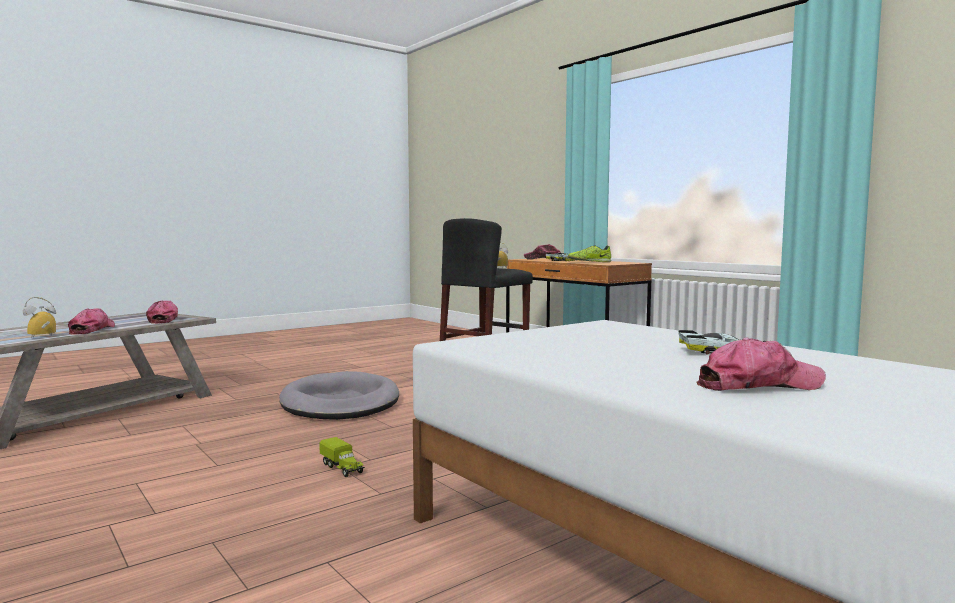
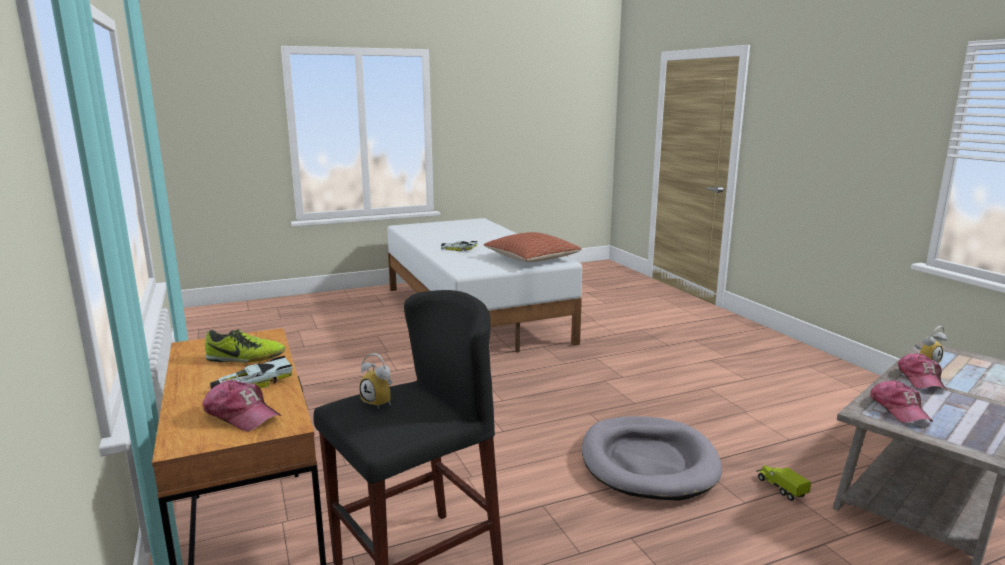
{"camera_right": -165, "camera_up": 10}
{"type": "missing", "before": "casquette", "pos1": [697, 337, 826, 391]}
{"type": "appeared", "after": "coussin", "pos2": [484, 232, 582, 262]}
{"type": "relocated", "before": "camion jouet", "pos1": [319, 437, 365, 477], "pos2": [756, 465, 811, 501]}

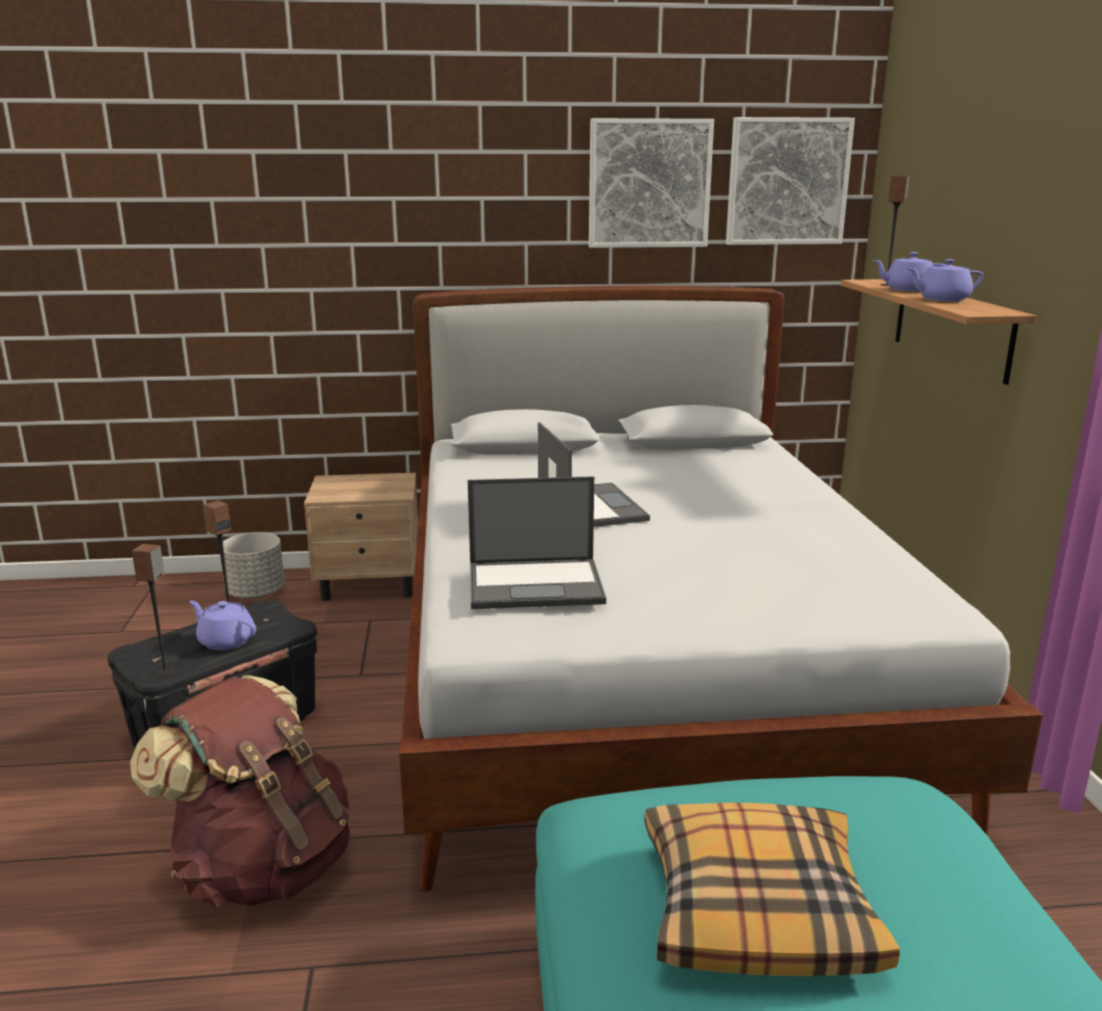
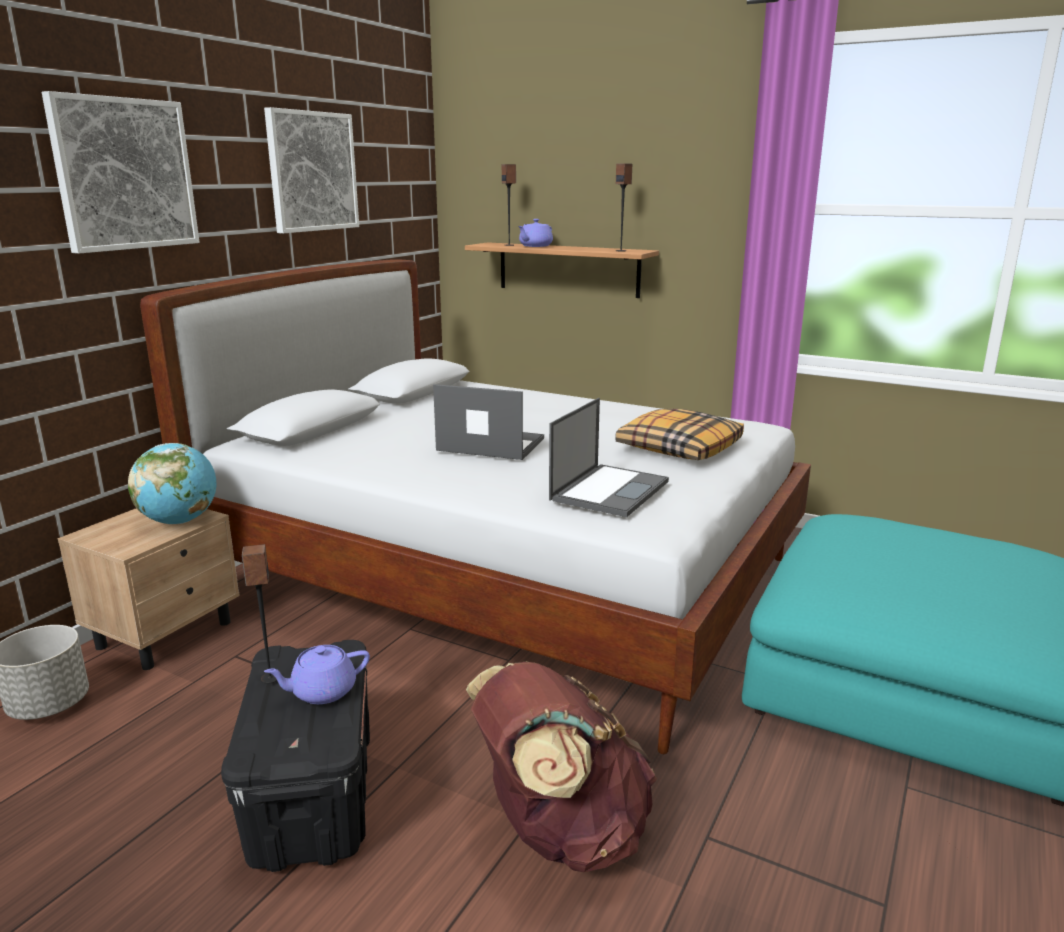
{"camera_right": -55, "camera_up": 0}
{"type": "missing", "before": "théière [violet]", "pos1": [907, 259, 984, 301]}
{"type": "appeared", "after": "globe", "pos2": [128, 443, 216, 524]}
{"type": "relocated", "before": "enceinte", "pos1": [132, 544, 175, 676], "pos2": [616, 164, 632, 252]}
{"type": "relocated", "before": "coussin", "pos1": [645, 803, 900, 976], "pos2": [615, 409, 744, 460]}
{"type": "relocated", "before": "tableau", "pos1": [726, 117, 855, 245], "pos2": [42, 91, 199, 254]}

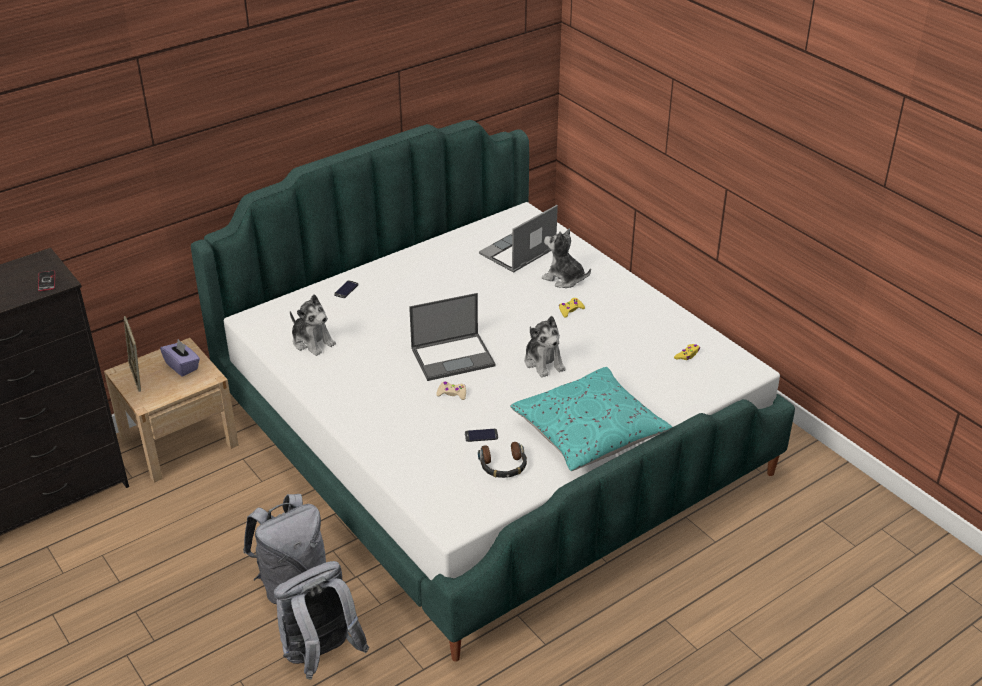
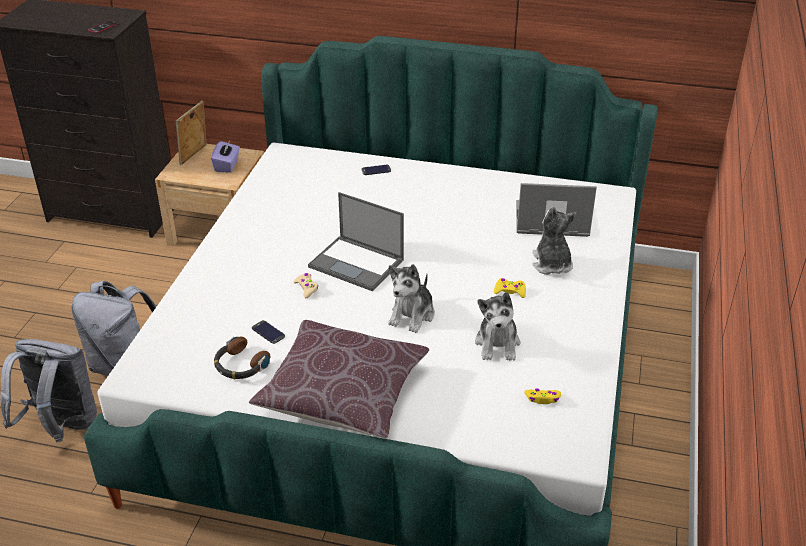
{"camera_right": 50, "camera_up": 0}
{"type": "relocated", "before": "peluche", "pos1": [290, 294, 336, 356], "pos2": [475, 292, 520, 361]}
{"type": "colour", "before": "coussin [turquoise]", "after": "coussin [marron]", "pos1": [510, 367, 672, 471], "pos2": [249, 320, 429, 438]}

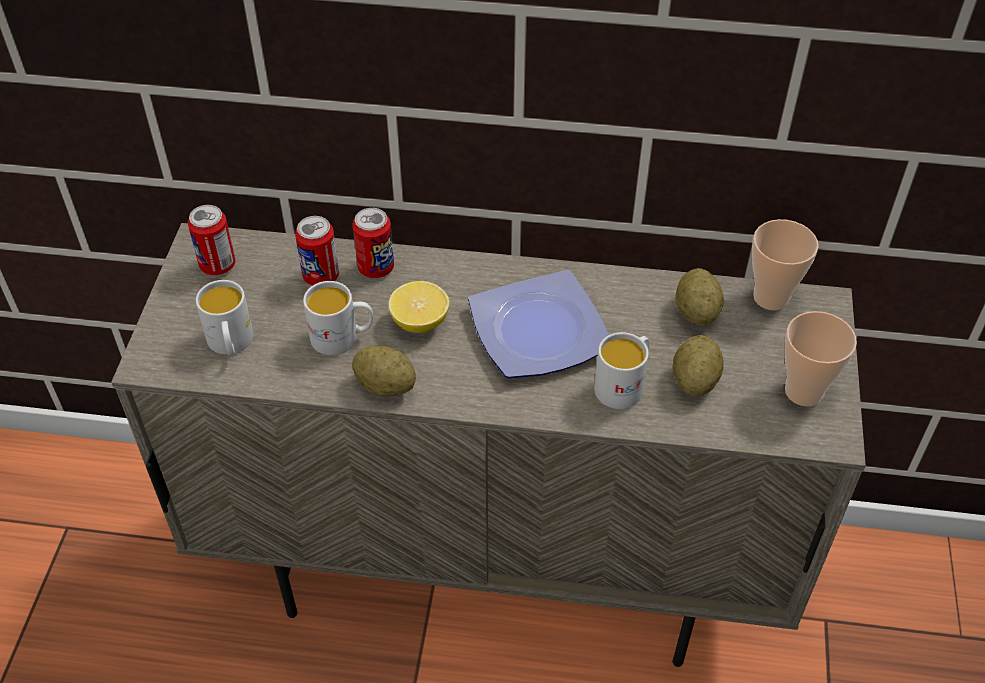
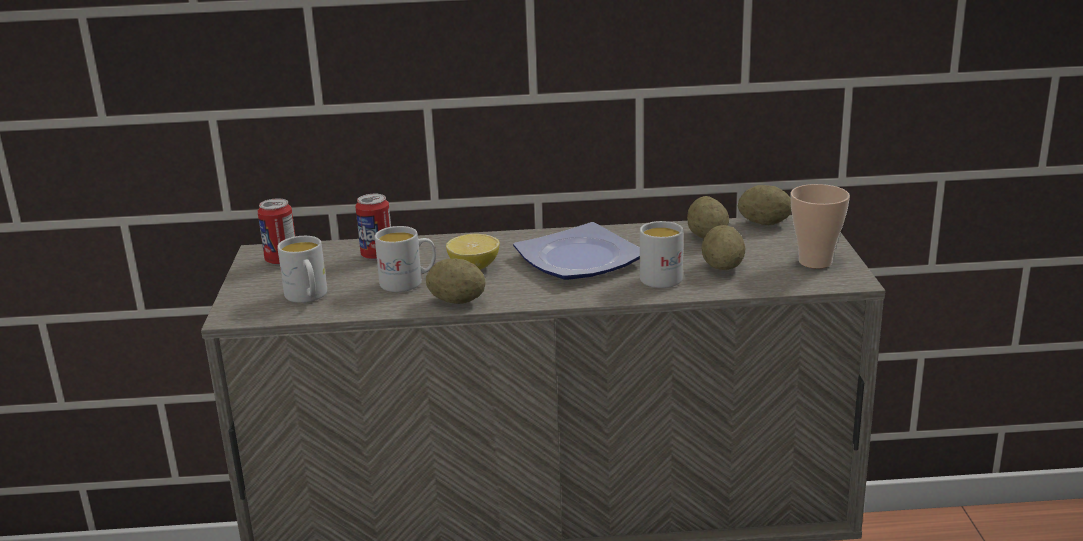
{"camera_right": -10, "camera_up": -25}
{"type": "missing", "before": "boîte métallique", "pos1": [352, 208, 394, 278]}
{"type": "exchanged", "before": "tasse", "after": "pomme de terre", "pos1": [752, 219, 819, 310], "pos2": [738, 185, 791, 225]}

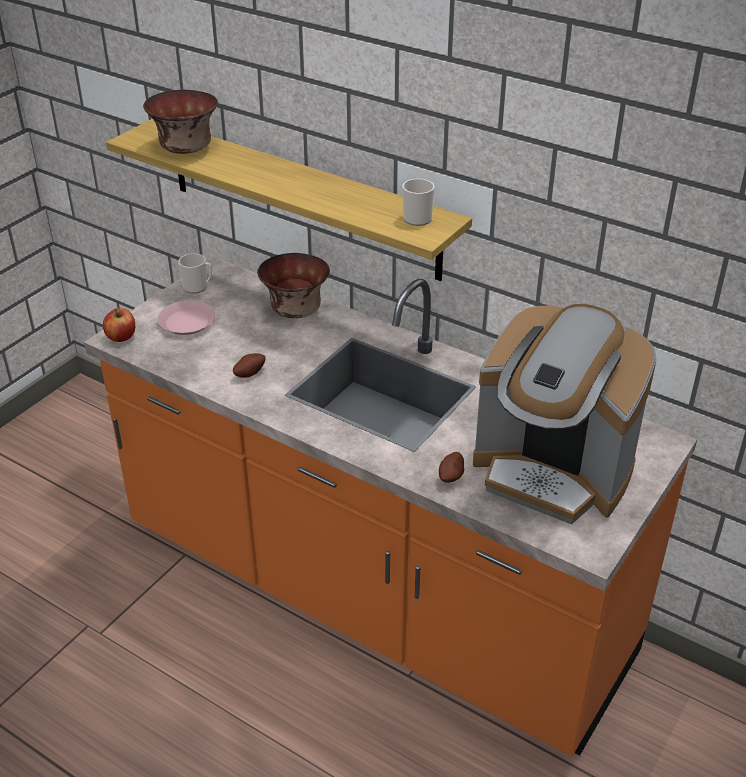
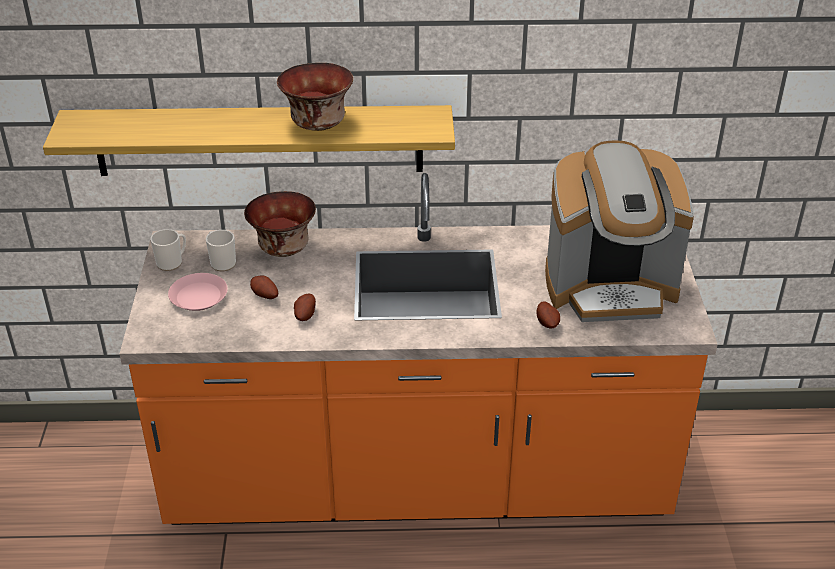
{"camera_right": -35, "camera_up": 0}
{"type": "missing", "before": "pomme", "pos1": [103, 308, 135, 342]}
{"type": "appeared", "after": "pomme de terre", "pos2": [250, 275, 278, 299]}
{"type": "relocated", "before": "bol", "pos1": [143, 89, 218, 154], "pos2": [277, 63, 353, 131]}
{"type": "relocated", "before": "mug", "pos1": [402, 179, 435, 226], "pos2": [206, 230, 236, 271]}

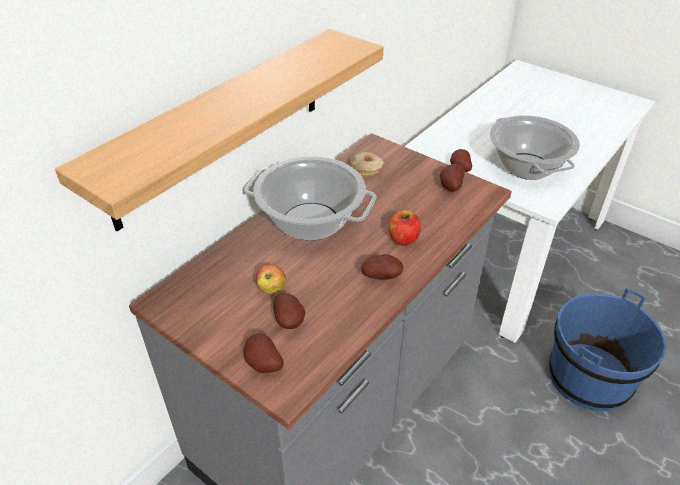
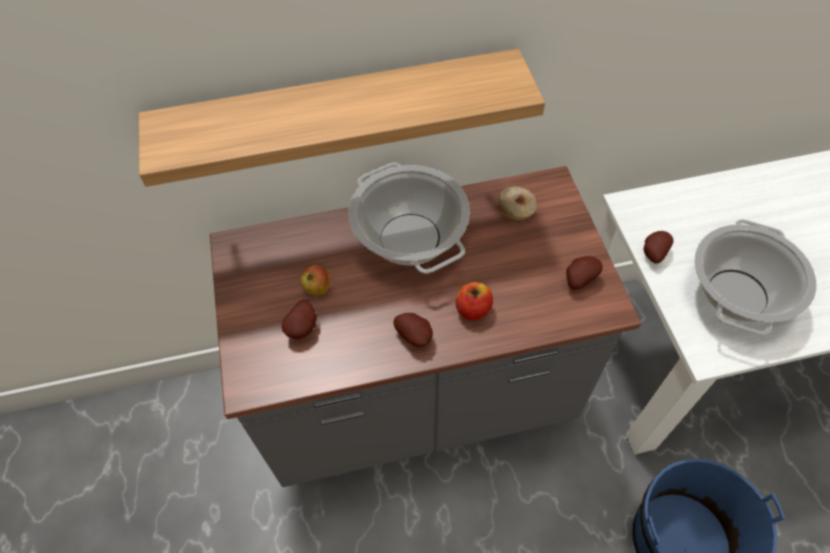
{"camera_right": 40, "camera_up": 15}
{"type": "missing", "before": "pomme de terre", "pos1": [244, 334, 284, 373]}

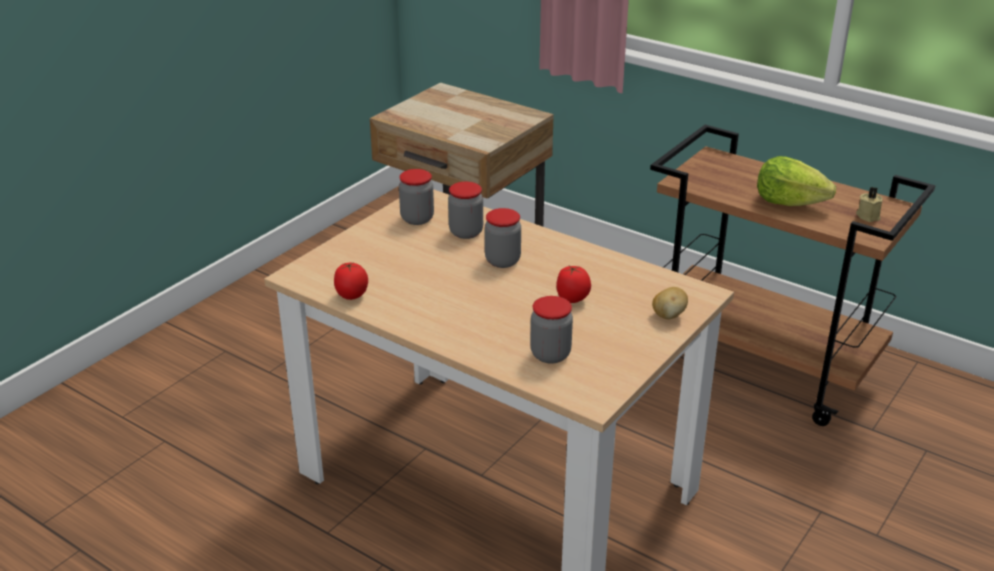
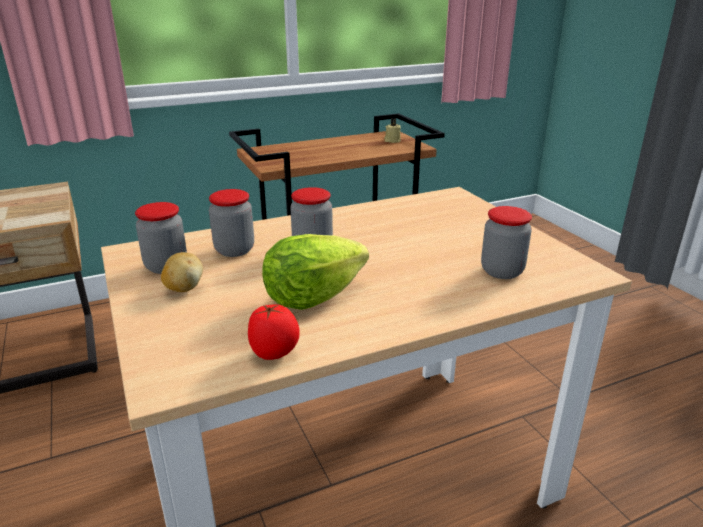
{"camera_right": -60, "camera_up": -5}
{"type": "missing", "before": "tomate", "pos1": [556, 266, 591, 303]}
{"type": "relocated", "before": "pomme de terre", "pos1": [652, 287, 688, 319], "pos2": [161, 252, 203, 292]}
{"type": "relocated", "before": "laitue", "pos1": [757, 156, 836, 206], "pos2": [262, 234, 369, 310]}

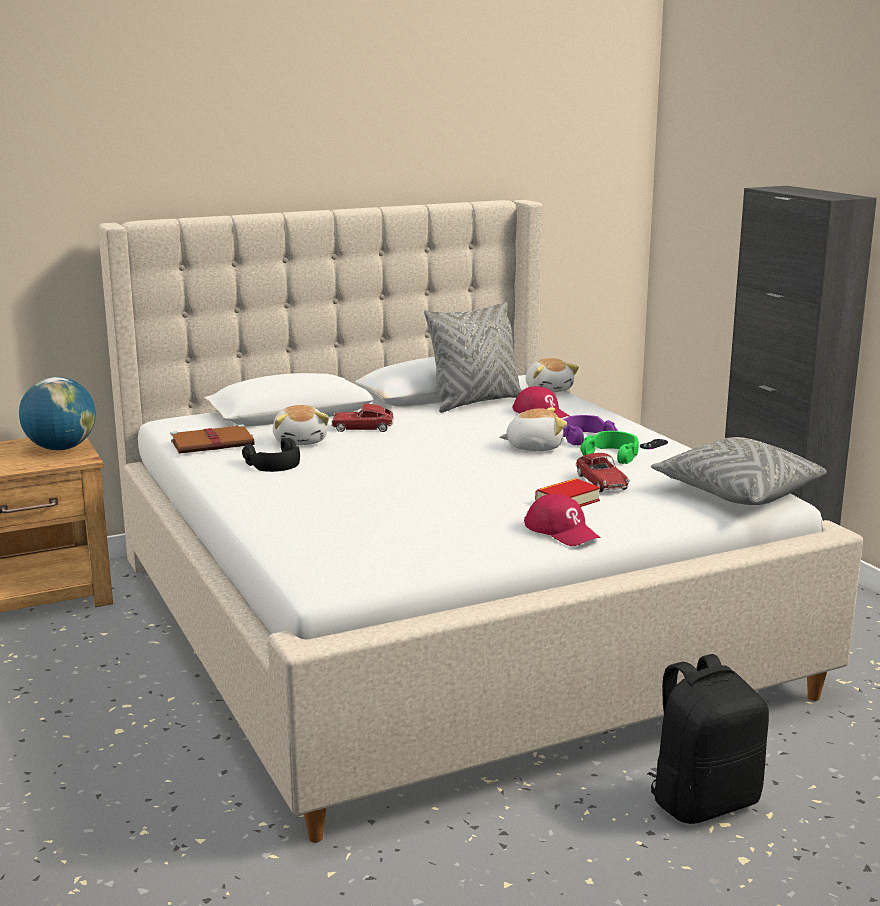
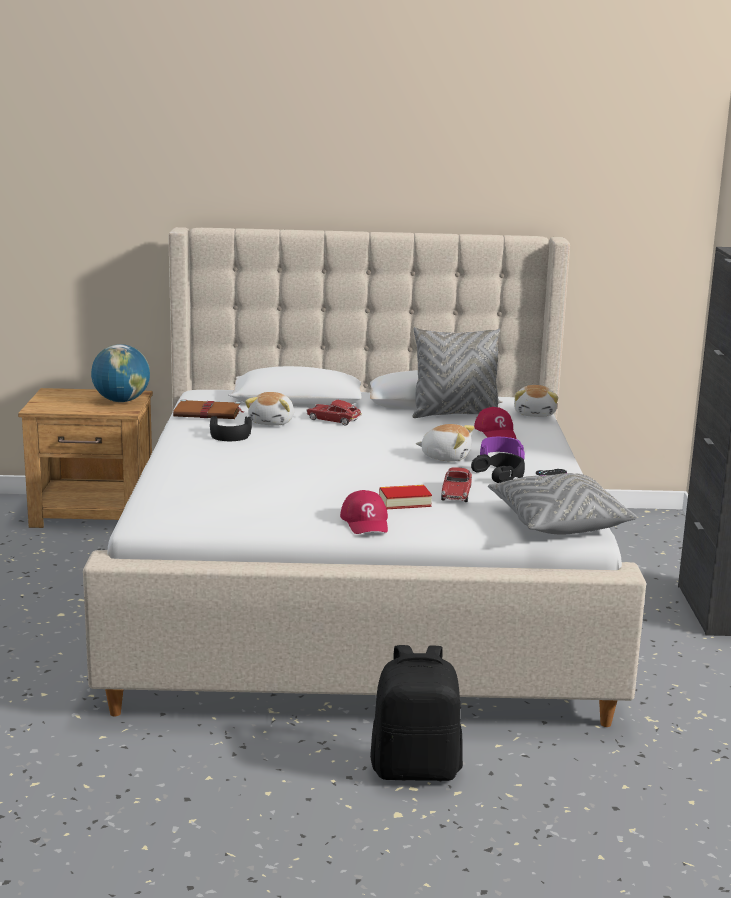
{"camera_right": 25, "camera_up": 0}
{"type": "colour", "before": "casque audio [vert]", "after": "casque audio [noir]", "pos1": [580, 431, 639, 464], "pos2": [471, 453, 525, 483]}

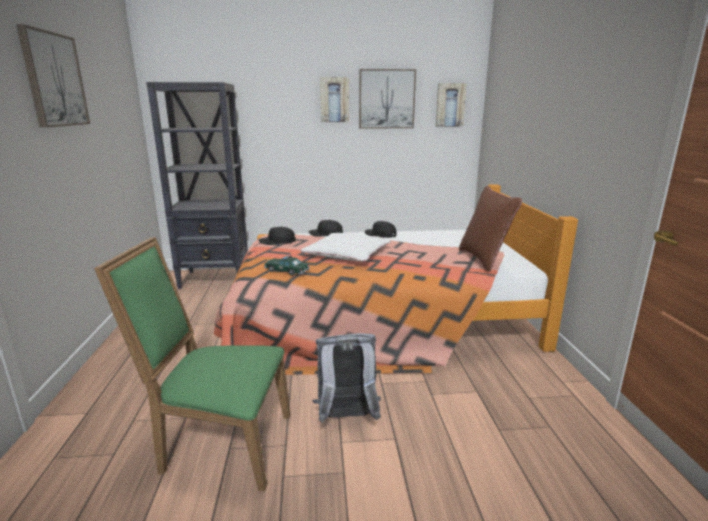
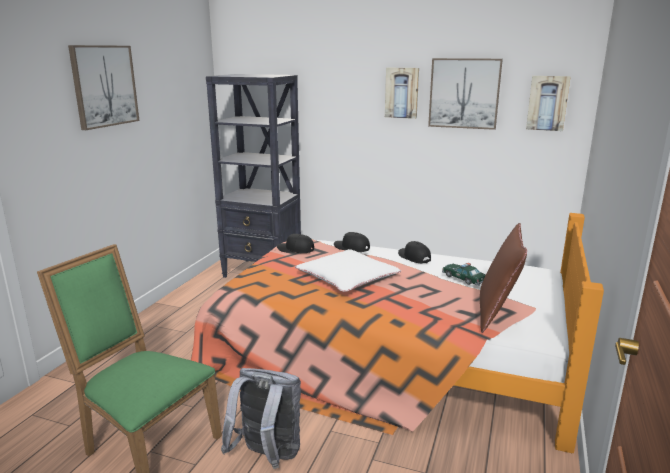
{"camera_right": 25, "camera_up": 0}
{"type": "relocated", "before": "petite voiture", "pos1": [264, 255, 310, 276], "pos2": [442, 263, 486, 285]}

